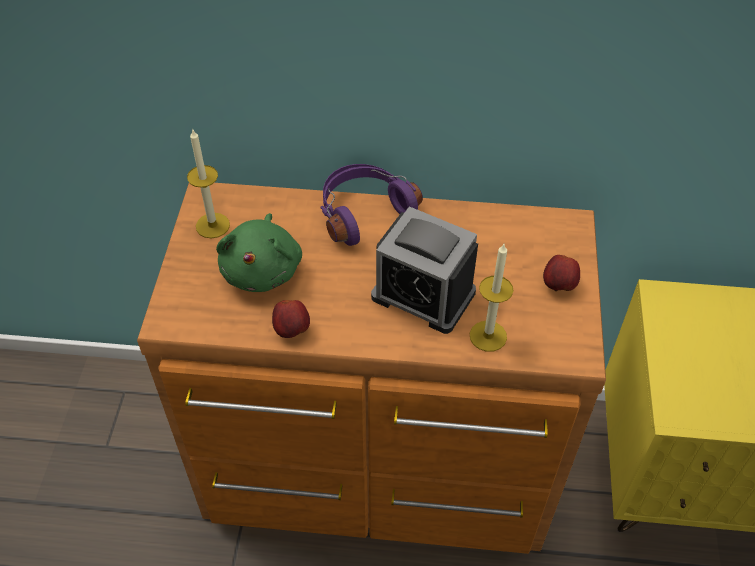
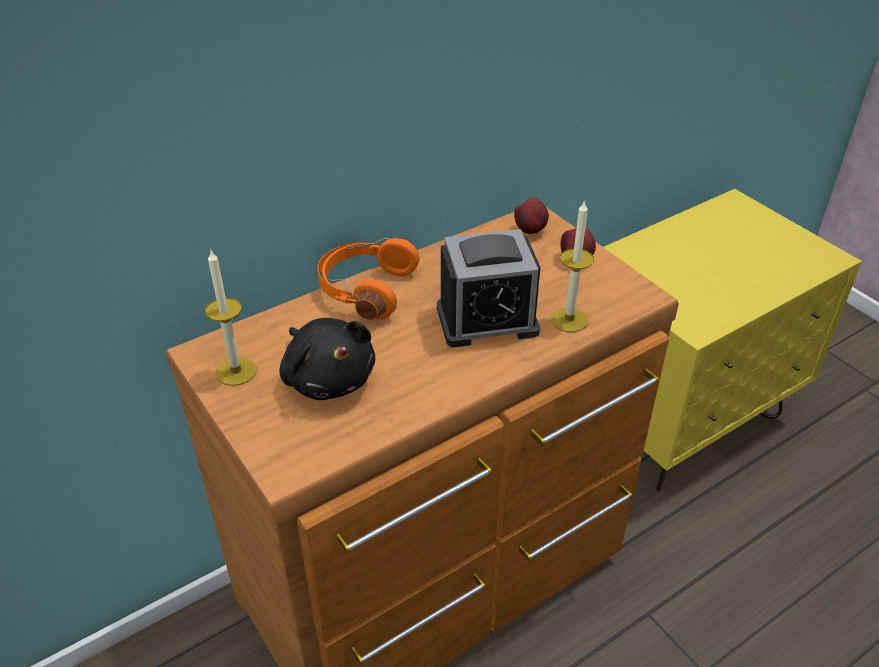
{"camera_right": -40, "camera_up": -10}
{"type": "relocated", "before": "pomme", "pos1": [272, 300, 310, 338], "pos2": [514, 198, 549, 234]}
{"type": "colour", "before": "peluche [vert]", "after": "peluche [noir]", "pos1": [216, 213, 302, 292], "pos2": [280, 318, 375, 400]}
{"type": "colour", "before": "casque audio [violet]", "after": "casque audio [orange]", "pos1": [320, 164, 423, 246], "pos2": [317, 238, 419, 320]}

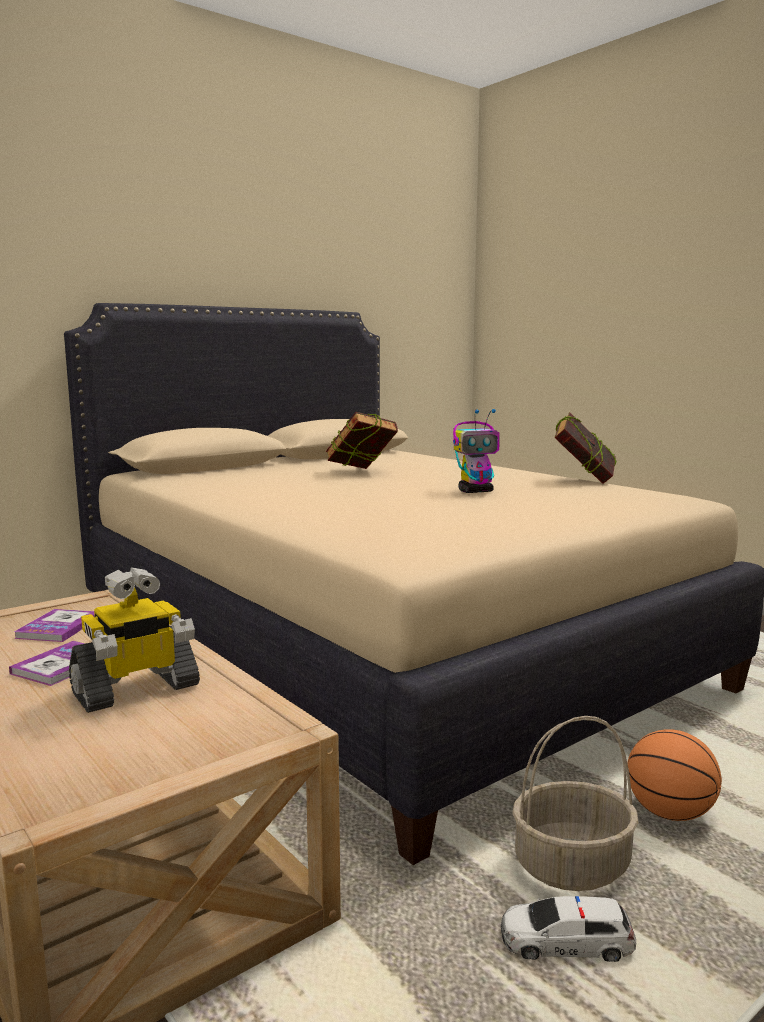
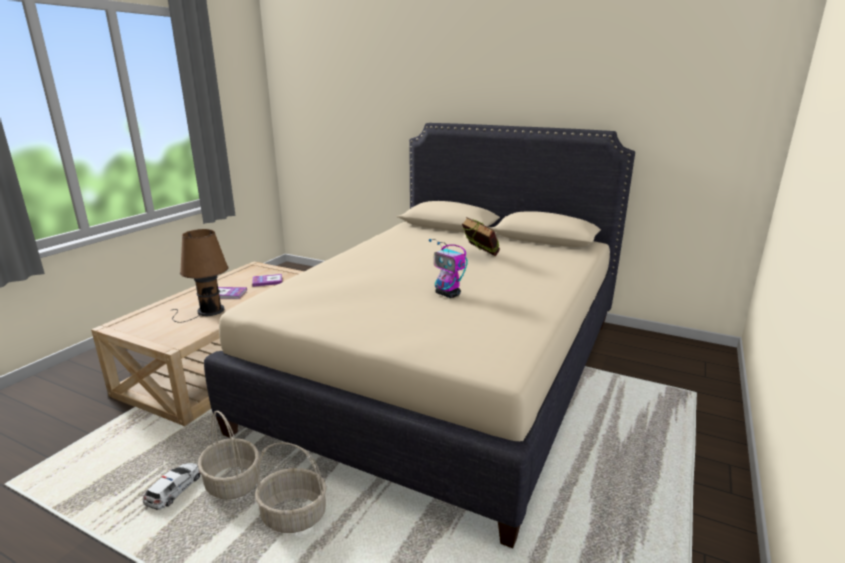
{"camera_right": 65, "camera_up": 10}
{"type": "missing", "before": "livre", "pos1": [555, 412, 617, 484]}
{"type": "exchanged", "before": "robot jouet", "after": "lampe de table [marron]", "pos1": [69, 567, 200, 713], "pos2": [172, 229, 228, 323]}
{"type": "exchanged", "before": "ballon de basket", "after": "panier", "pos1": [627, 729, 722, 821], "pos2": [255, 442, 327, 533]}
{"type": "spun", "before": "petite voiture", "pos1": [501, 896, 636, 962], "pos2": [143, 463, 201, 510], "turn": 45}

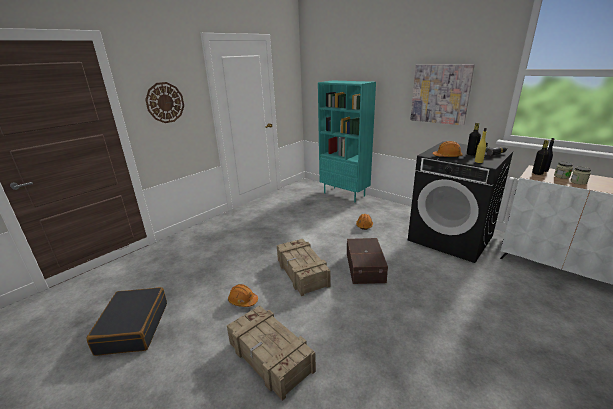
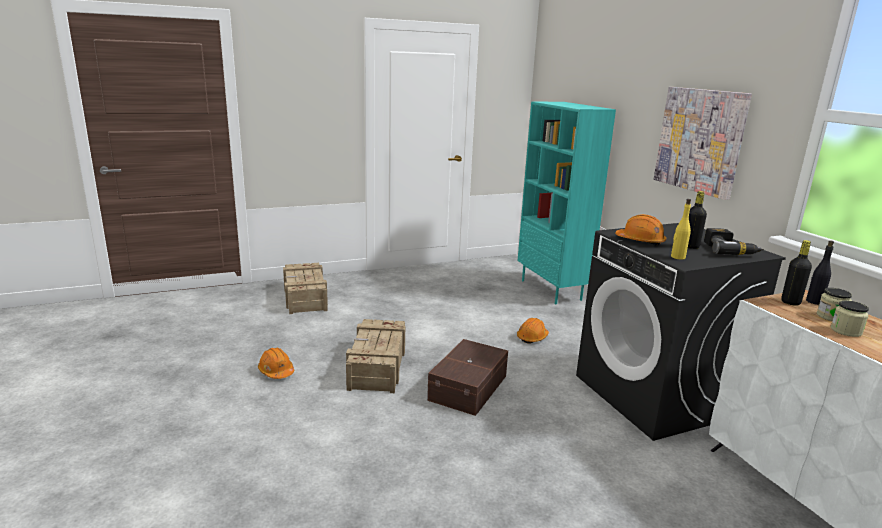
{"camera_right": 25, "camera_up": -5}
{"type": "missing", "before": "valise [noir]", "pos1": [87, 287, 167, 356]}
{"type": "missing", "before": "horloge murale", "pos1": [145, 82, 184, 123]}
{"type": "relocated", "before": "caisse", "pos1": [227, 305, 316, 401], "pos2": [283, 263, 328, 314]}

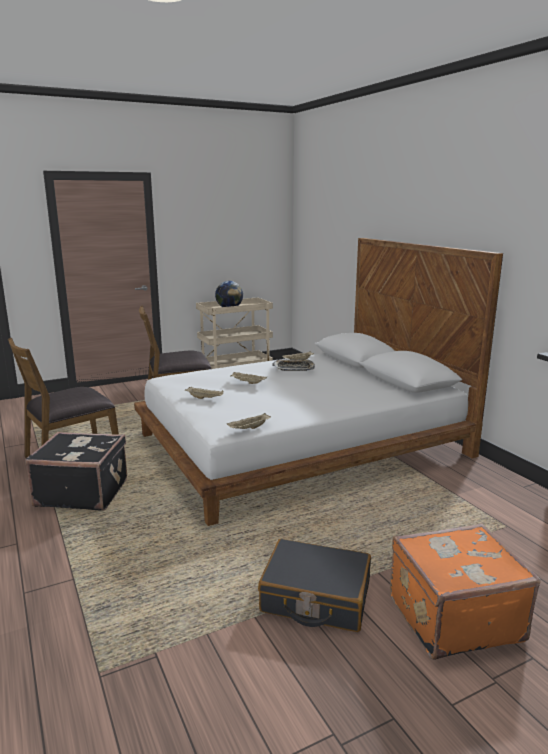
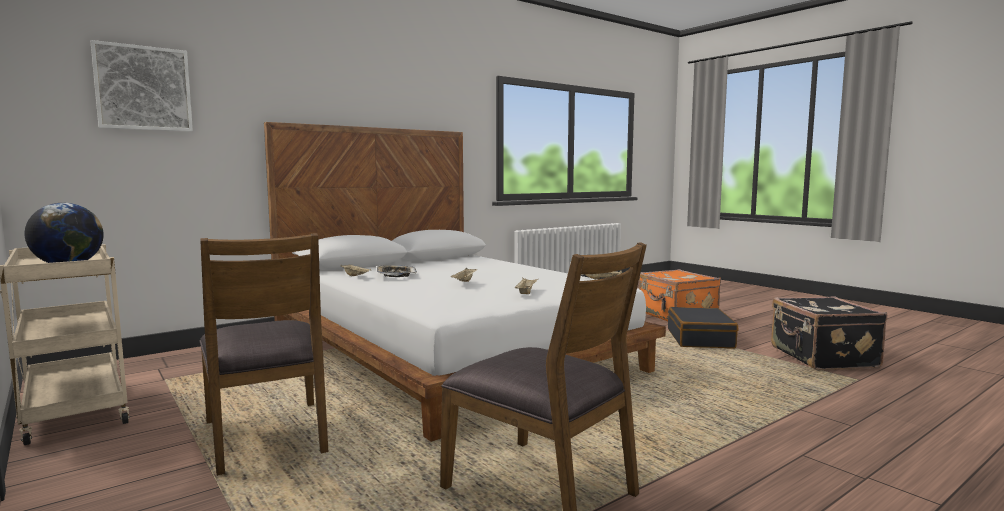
{"camera_right": -100, "camera_up": -10}
{"type": "appeared", "after": "tableau", "pos2": [91, 40, 193, 132]}
{"type": "relocated", "before": "valise [noir]", "pos1": [25, 432, 127, 511], "pos2": [771, 296, 887, 370]}

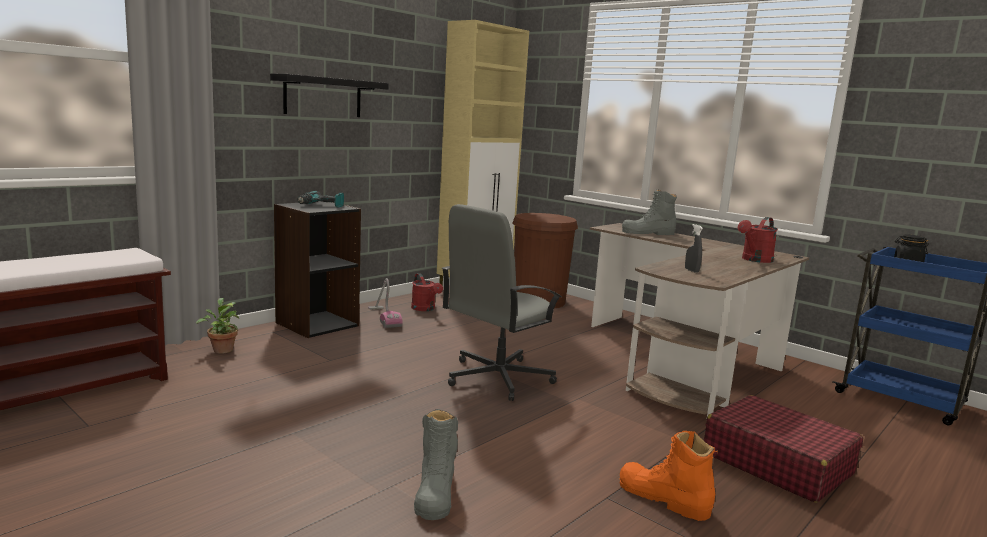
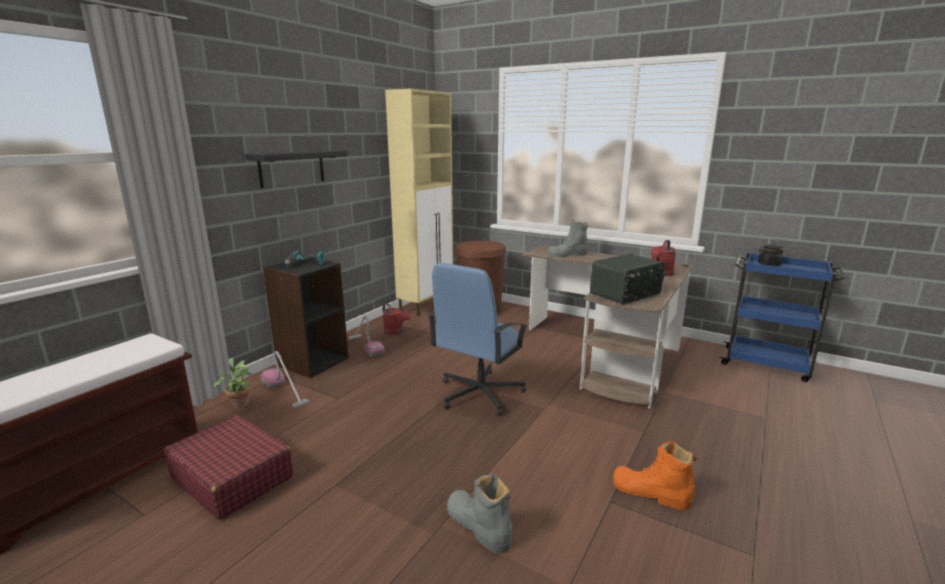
{"camera_right": -10, "camera_up": 5}
{"type": "appeared", "after": "aspirateur", "pos2": [260, 351, 310, 408]}
{"type": "relocated", "before": "valise [rouge]", "pos1": [704, 395, 863, 503], "pos2": [164, 415, 293, 520]}
{"type": "exchanged", "before": "vaporisateur [gris]", "after": "radio", "pos1": [685, 224, 703, 273], "pos2": [590, 254, 664, 305]}
{"type": "colour", "before": "chaise de bureau [gris]", "after": "chaise de bureau [bleu]", "pos1": [442, 204, 562, 401], "pos2": [428, 263, 528, 416]}
{"type": "spun", "before": "botte [gris]", "pos1": [414, 409, 458, 520], "pos2": [447, 474, 512, 553], "turn": 150}

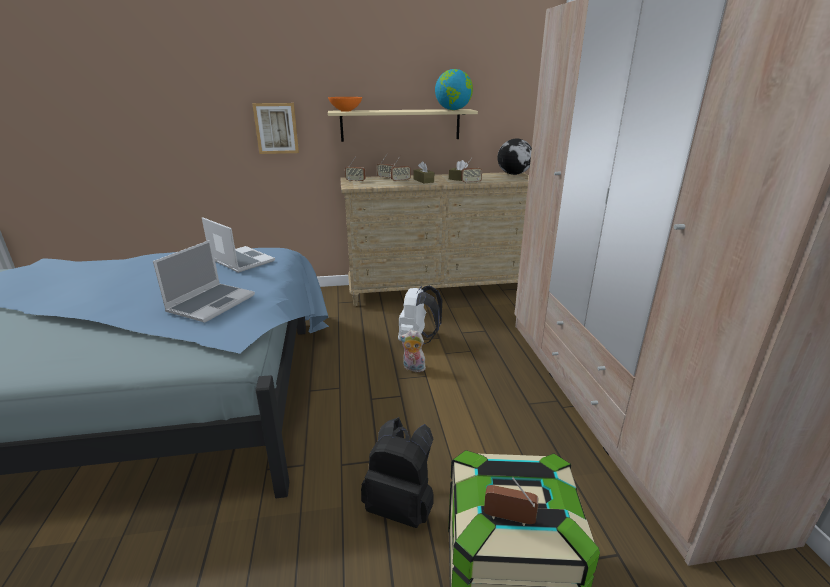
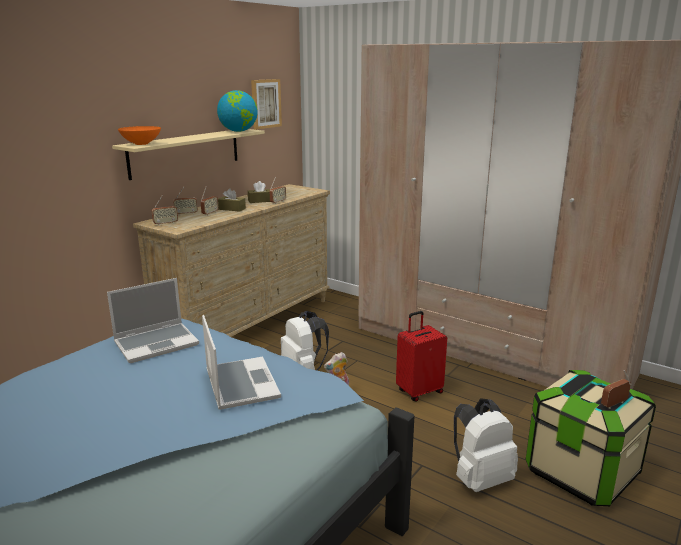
{"camera_right": -45, "camera_up": -5}
{"type": "missing", "before": "globe", "pos1": [497, 138, 532, 175]}
{"type": "appeared", "after": "valise [rouge]", "pos2": [396, 311, 447, 402]}
{"type": "relocated", "before": "tableau", "pos1": [252, 103, 299, 154], "pos2": [251, 79, 282, 130]}
{"type": "colour", "before": "sac à dos [noir]", "after": "sac à dos [blanc]", "pos1": [361, 417, 434, 528], "pos2": [454, 398, 518, 492]}
{"type": "spun", "before": "ordinateur portable", "pos1": [202, 217, 275, 273], "pos2": [107, 278, 199, 363], "turn": 150}

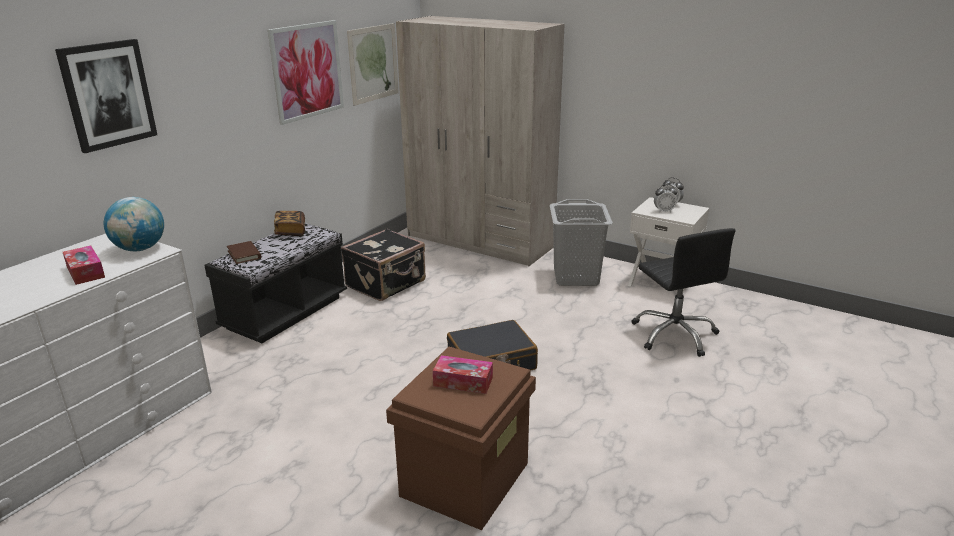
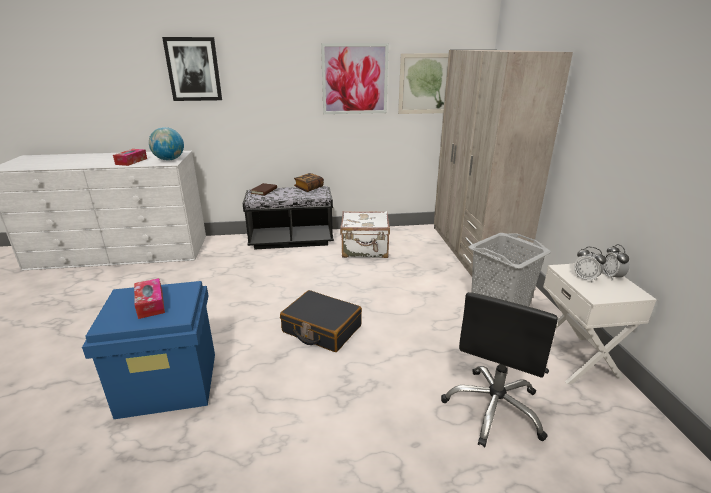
{"camera_right": 50, "camera_up": 0}
{"type": "colour", "before": "valise [noir]", "after": "valise [blanc]", "pos1": [341, 229, 426, 301], "pos2": [340, 211, 390, 258]}
{"type": "colour", "before": "boîte de rangement [marron]", "after": "boîte de rangement [bleu]", "pos1": [386, 347, 536, 530], "pos2": [82, 281, 215, 419]}

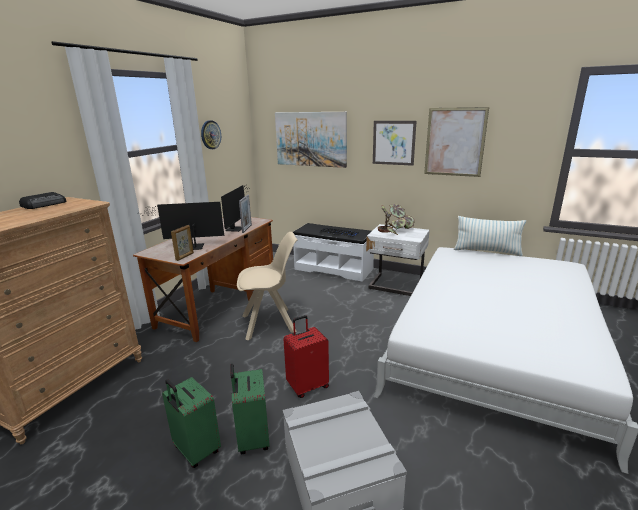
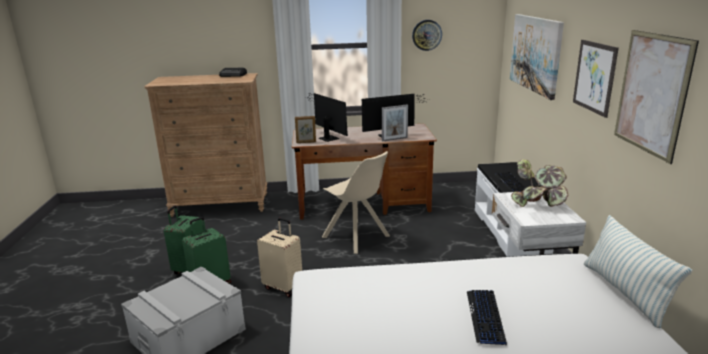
{"camera_right": 60, "camera_up": 0}
{"type": "appeared", "after": "clavier", "pos2": [467, 290, 507, 345]}
{"type": "colour", "before": "valise [rouge]", "after": "valise [beige]", "pos1": [283, 315, 329, 398], "pos2": [257, 218, 302, 297]}

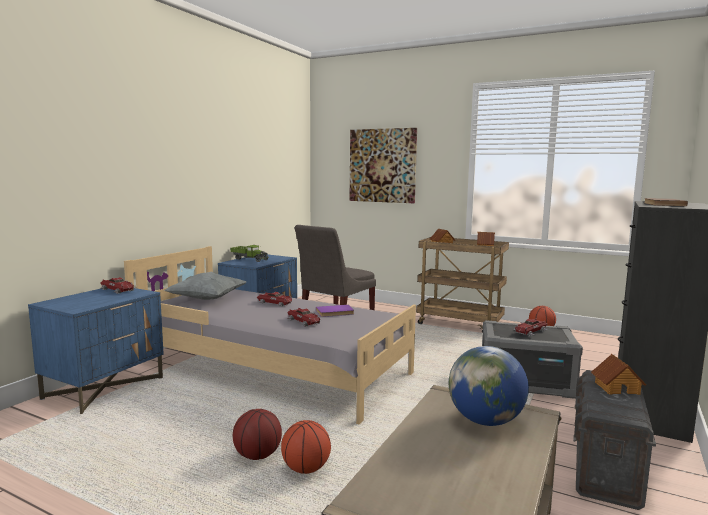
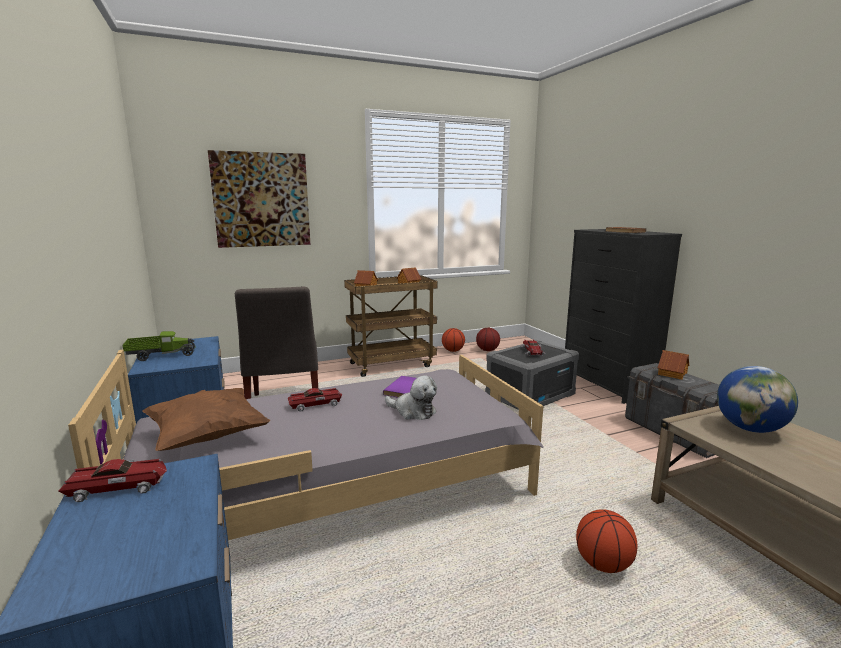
{"camera_right": -50, "camera_up": 5}
{"type": "relocated", "before": "ballon de basket", "pos1": [233, 409, 282, 460], "pos2": [476, 328, 500, 351]}
{"type": "exchanged", "before": "petite voiture", "after": "peluche", "pos1": [287, 308, 322, 327], "pos2": [385, 375, 437, 420]}
{"type": "colour", "before": "coussin [gris]", "after": "coussin [marron]", "pos1": [164, 272, 246, 300], "pos2": [142, 388, 271, 451]}

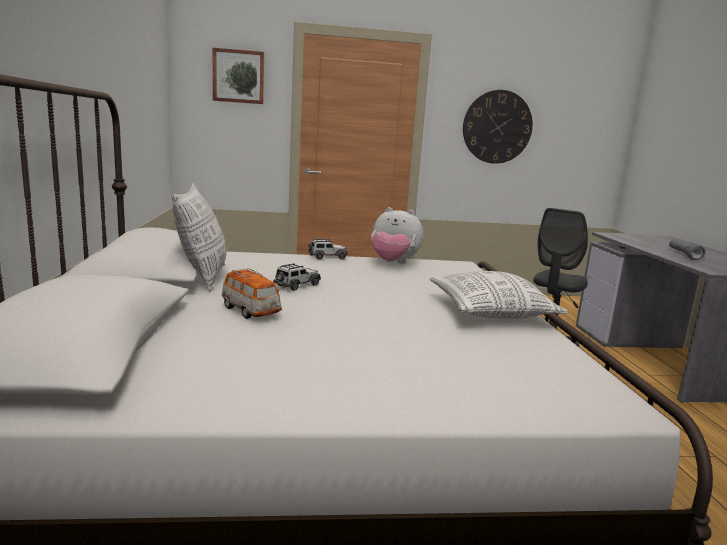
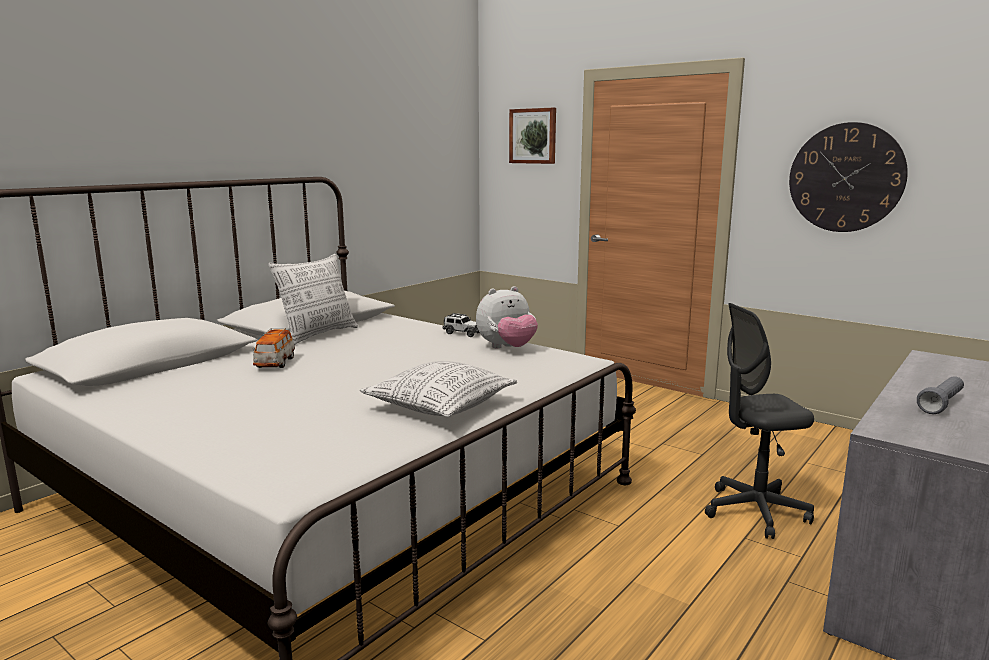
{"camera_right": 45, "camera_up": 0}
{"type": "missing", "before": "petite voiture", "pos1": [273, 263, 321, 291]}
{"type": "spun", "before": "peluche", "pos1": [371, 207, 423, 264], "pos2": [476, 286, 538, 348], "turn": -90}

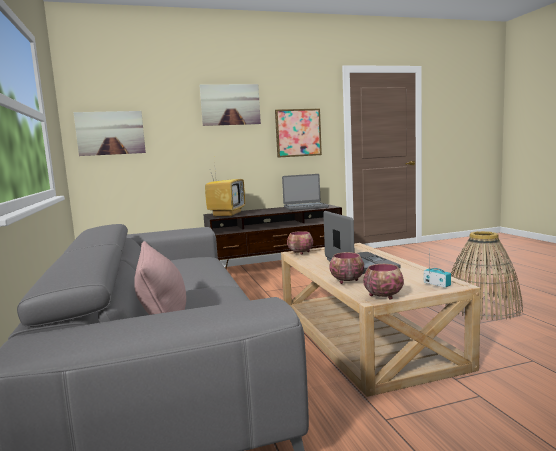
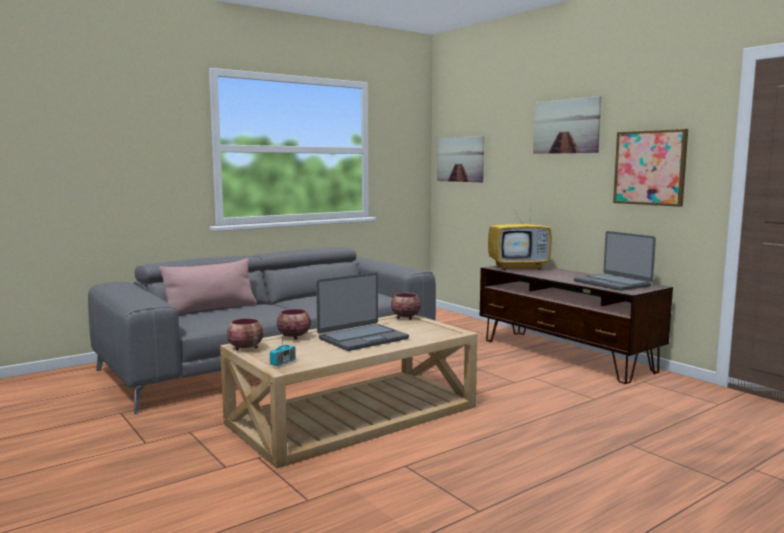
{"camera_right": 70, "camera_up": 0}
{"type": "missing", "before": "panier", "pos1": [445, 231, 523, 320]}

